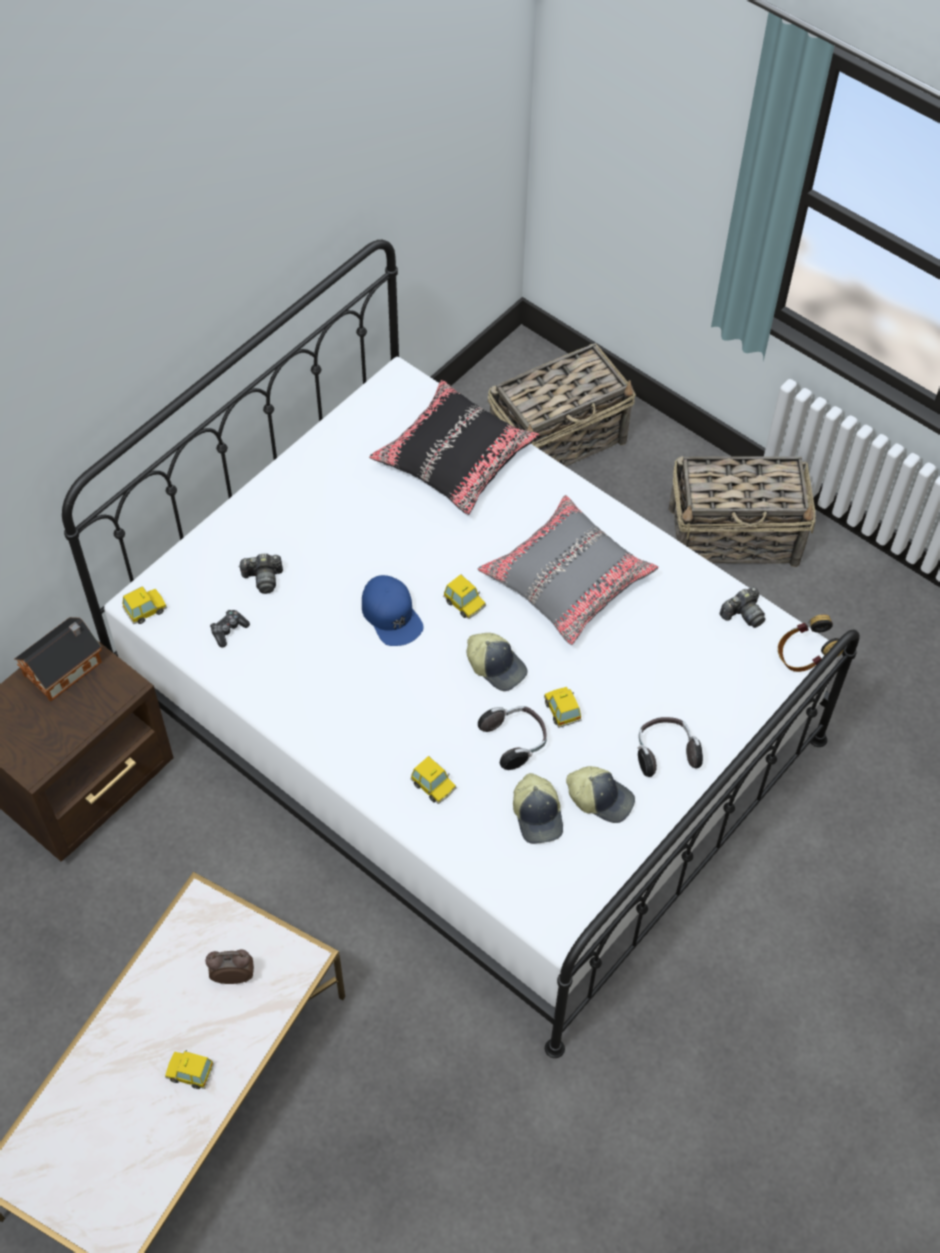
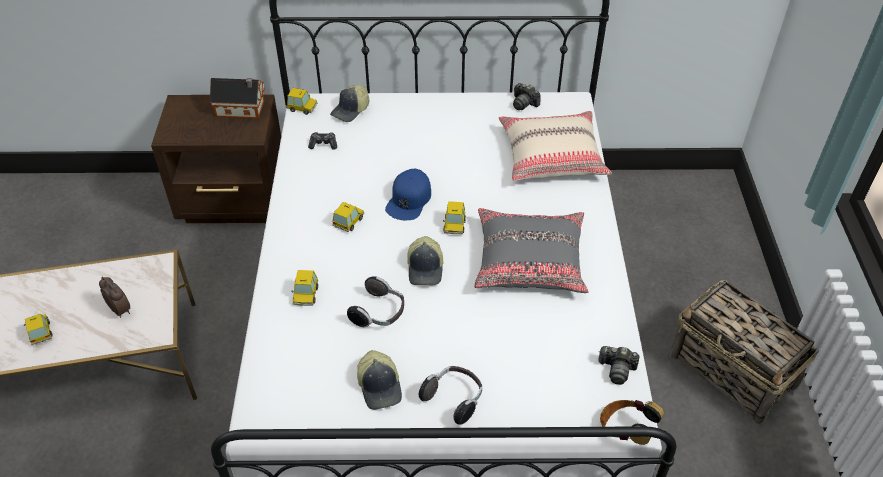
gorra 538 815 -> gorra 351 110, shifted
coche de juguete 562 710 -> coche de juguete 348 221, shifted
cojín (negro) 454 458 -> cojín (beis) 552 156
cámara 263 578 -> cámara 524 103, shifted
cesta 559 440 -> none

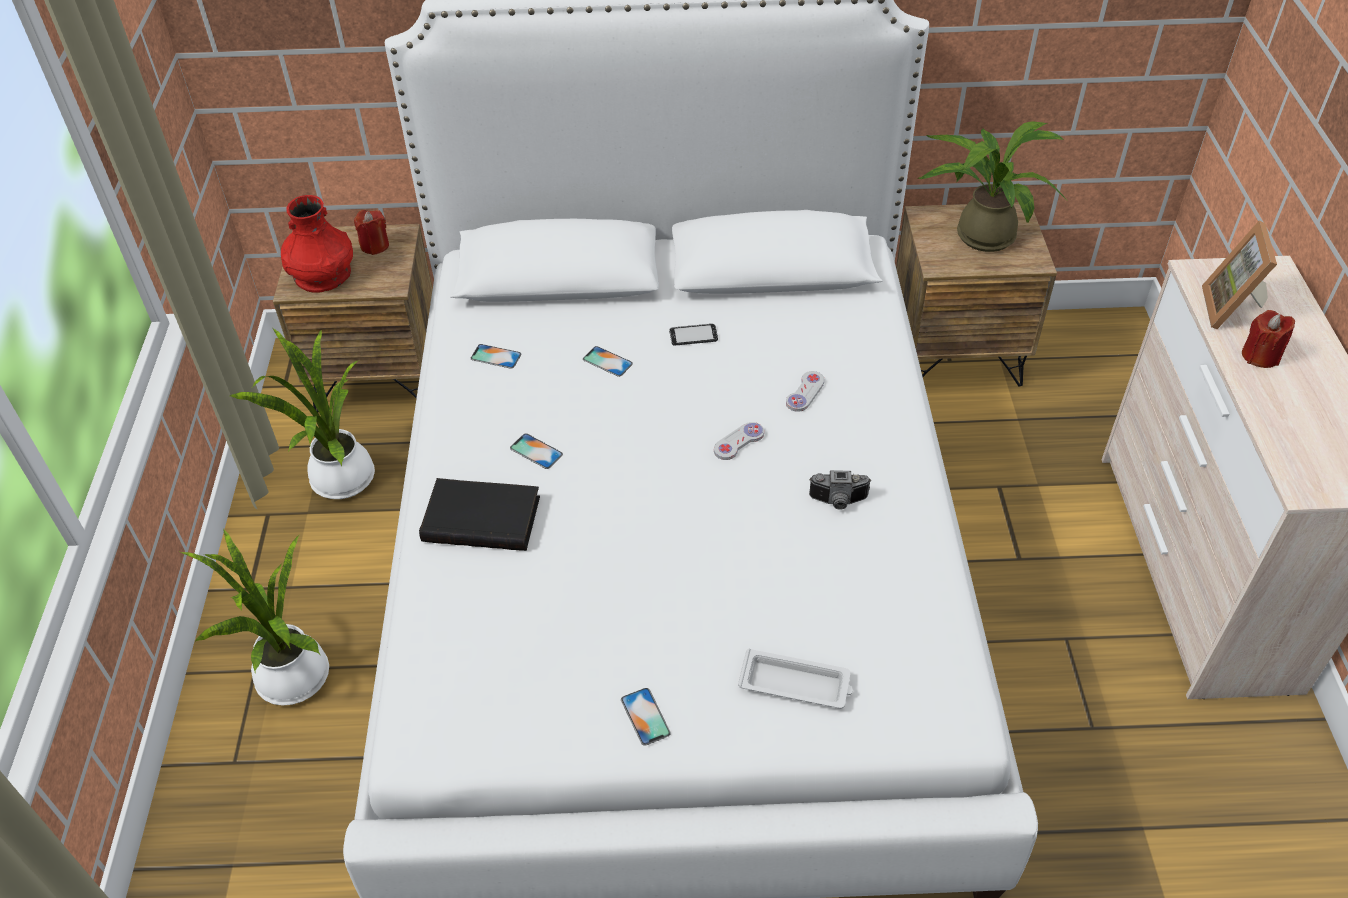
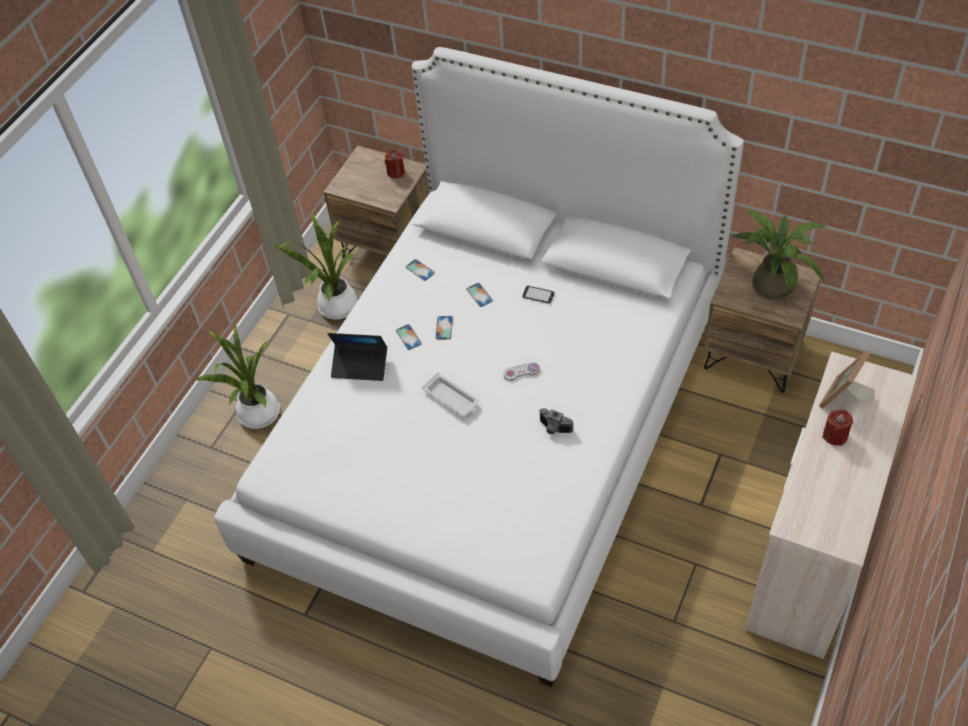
libro (negro) 483 517 -> portátil 360 366
bandeja (blanco) 796 684 -> bandeja (blanco) 452 398, shifted
móvil 645 716 -> móvil 444 328, shifted
florero (rojo) 322 274 -> none
mando de consola (blanco) 805 392 -> none

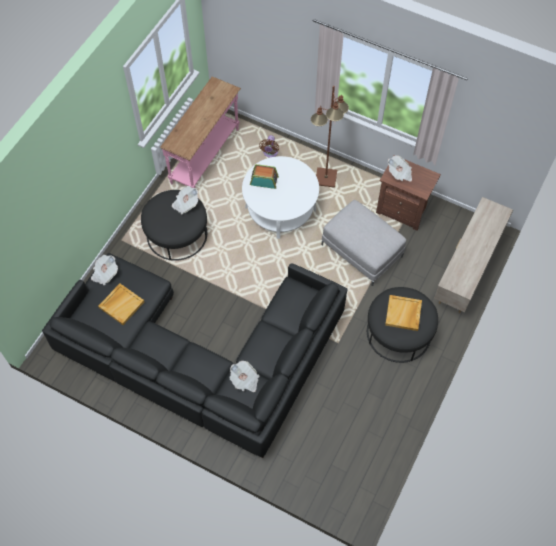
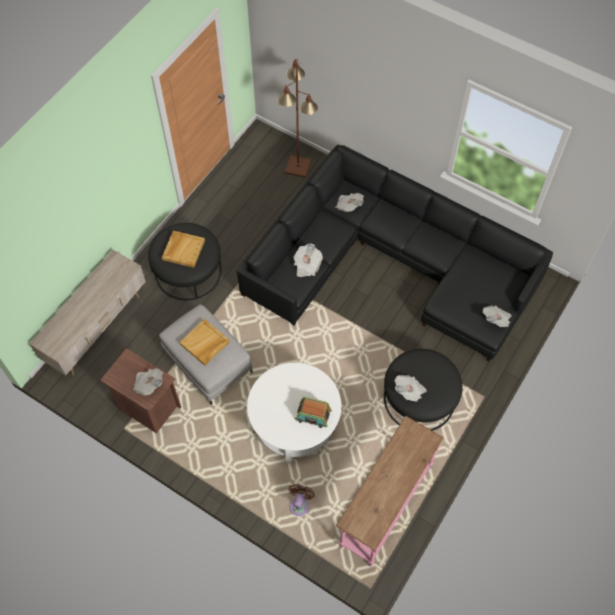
bandeja (beis) 121 304 -> bandeja (beis) 204 343, shifted
lámpara de pie (marrón) 325 178 -> lámpara de pie (marrón) 298 167, shifted
none -> periódico 306 265

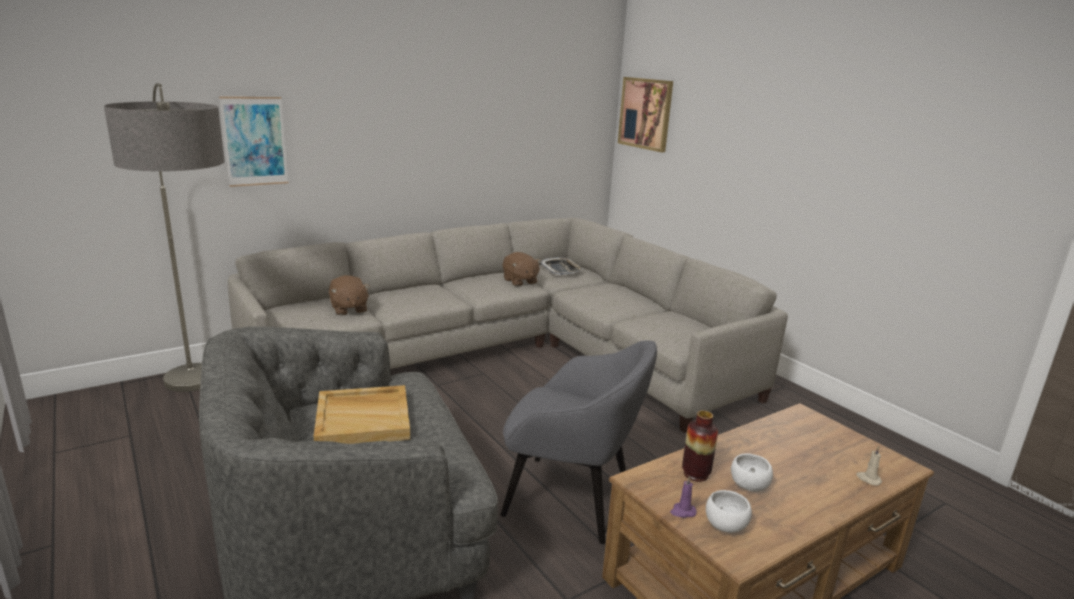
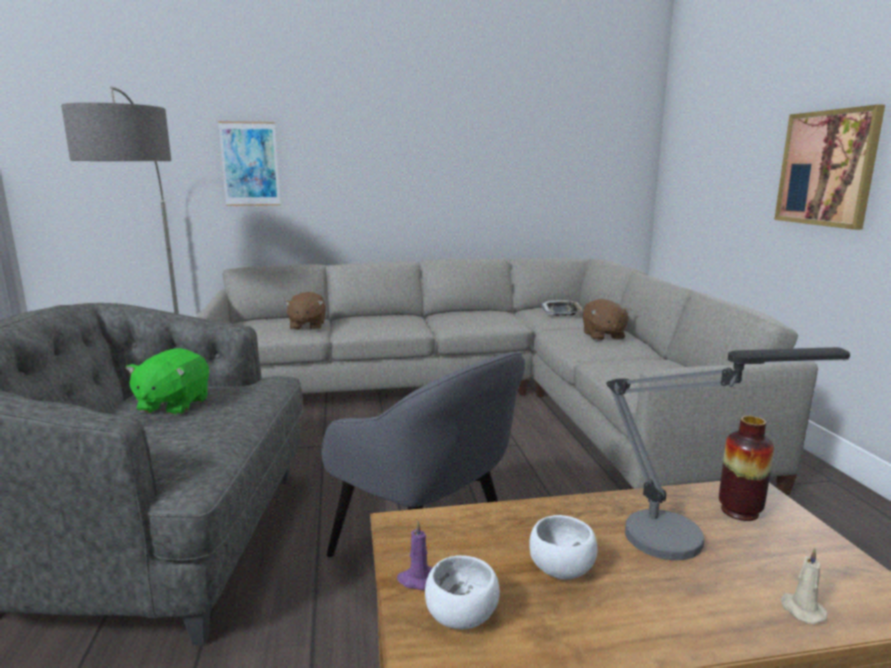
bandeja (beis) 364 419 -> peluche (verde) 173 405
peluche (marrón) 520 281 -> peluche (marrón) 603 336, shifted
none -> lámpara de mesa 687 538
florero 695 474 -> florero 739 511, shifted
cuadro 645 113 -> cuadro 827 168, shifted

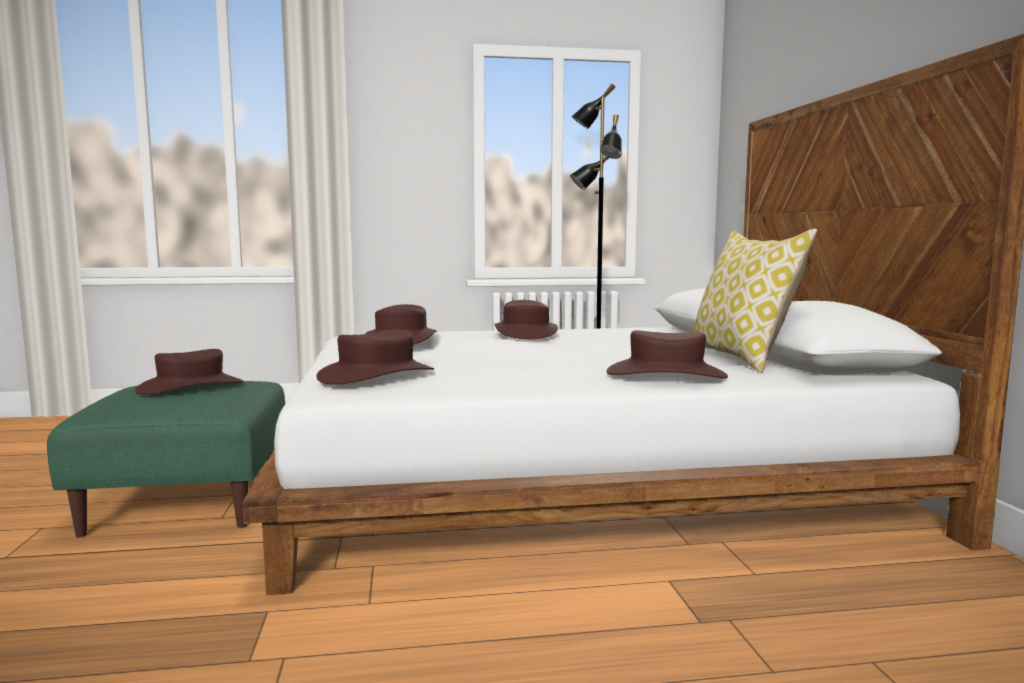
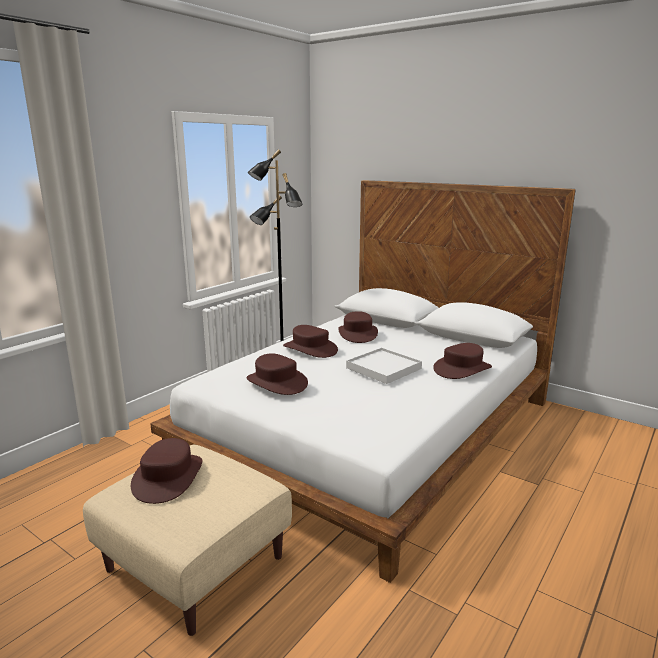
puf (verde) 189 500 -> puf (beis) 196 563
sombrero (marrón) 376 375 -> sombrero (marrón) 357 334, shifted
none -> bandeja (blanco) 383 368
cojín 742 359 -> none

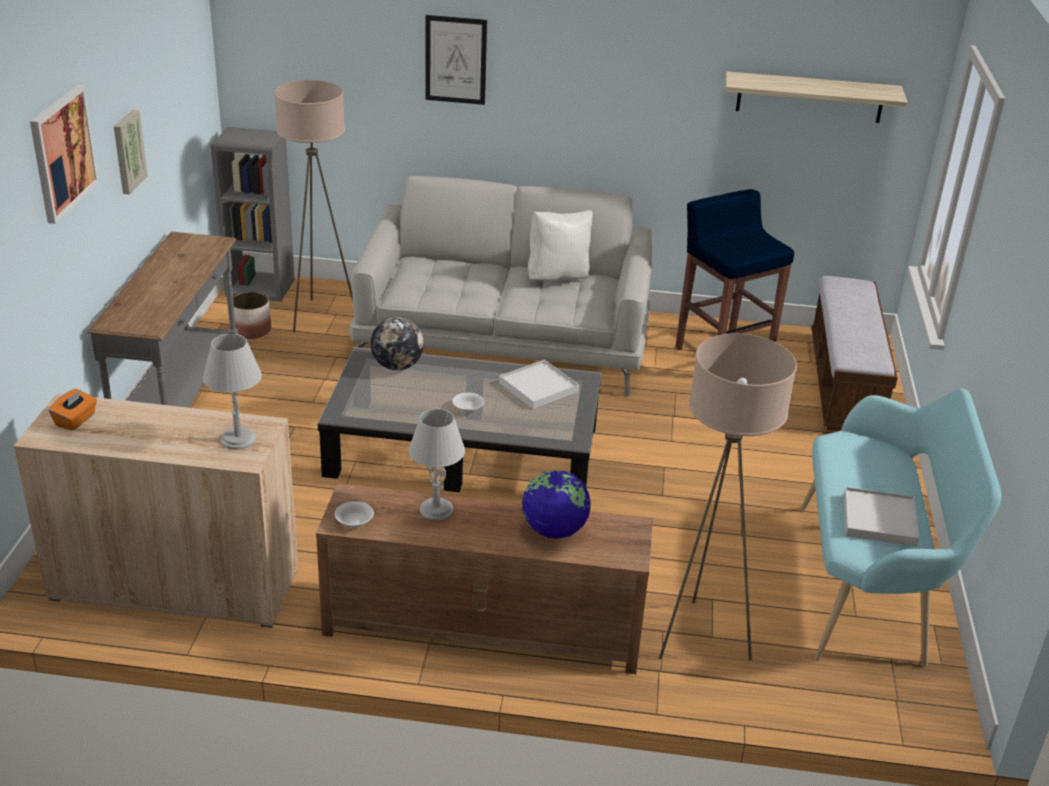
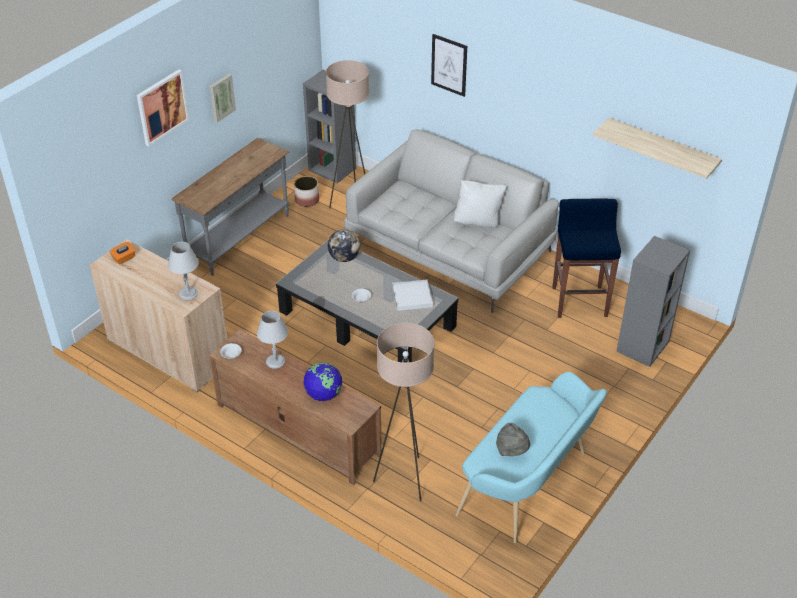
bandeja (blanco) 879 520 -> sombrero (gris) 512 451
banco 843 383 -> estantería (gris) 643 347

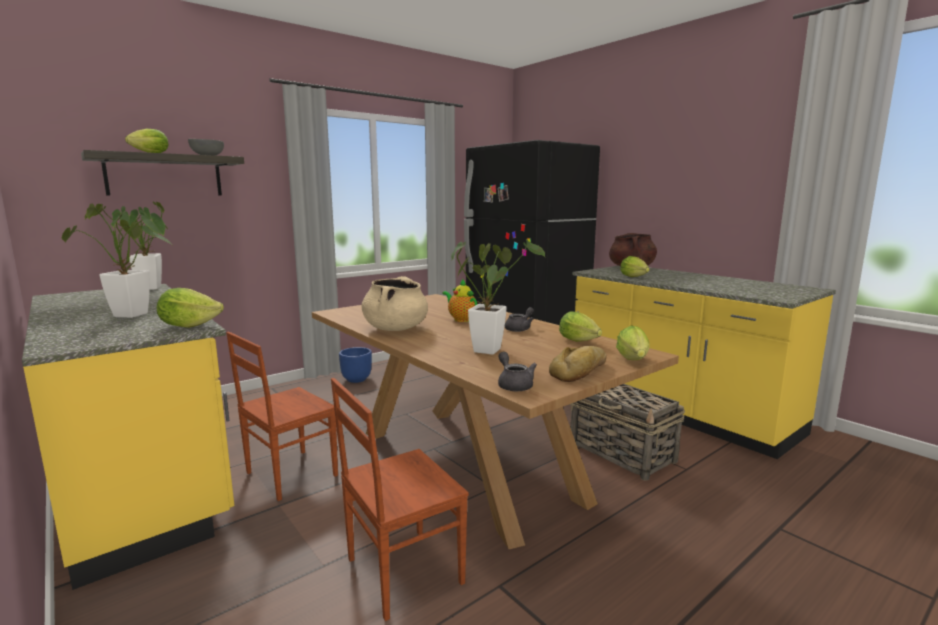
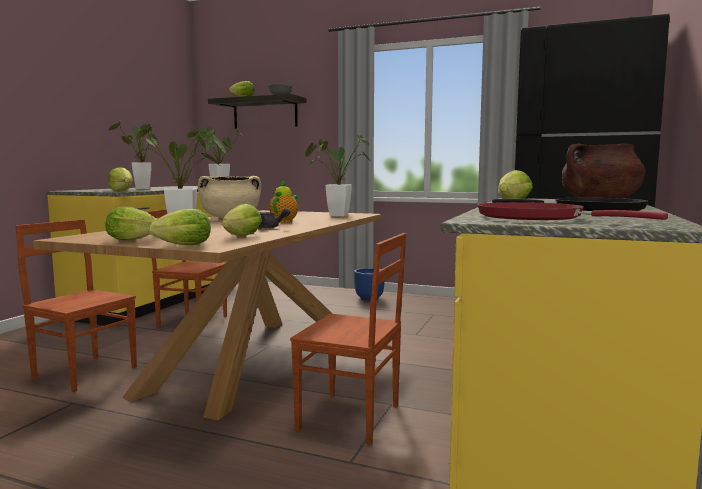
pan 581 371 -> lechuga 135 240
cesta 622 453 -> silla (marrón) 350 418
none -> planta en maceta 334 215
none -> sartén (rojo) 537 218
none -> sartén (negro) 591 210
tetera (gris) 514 385 -> none

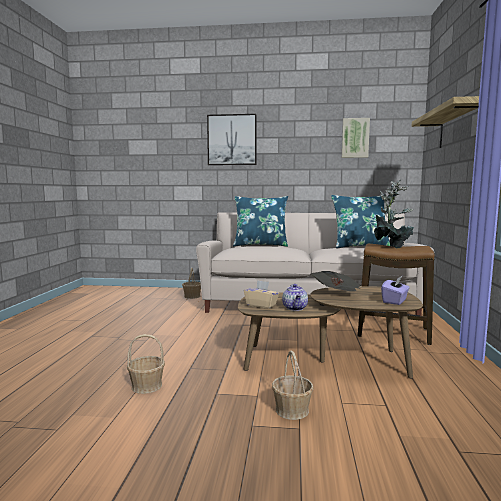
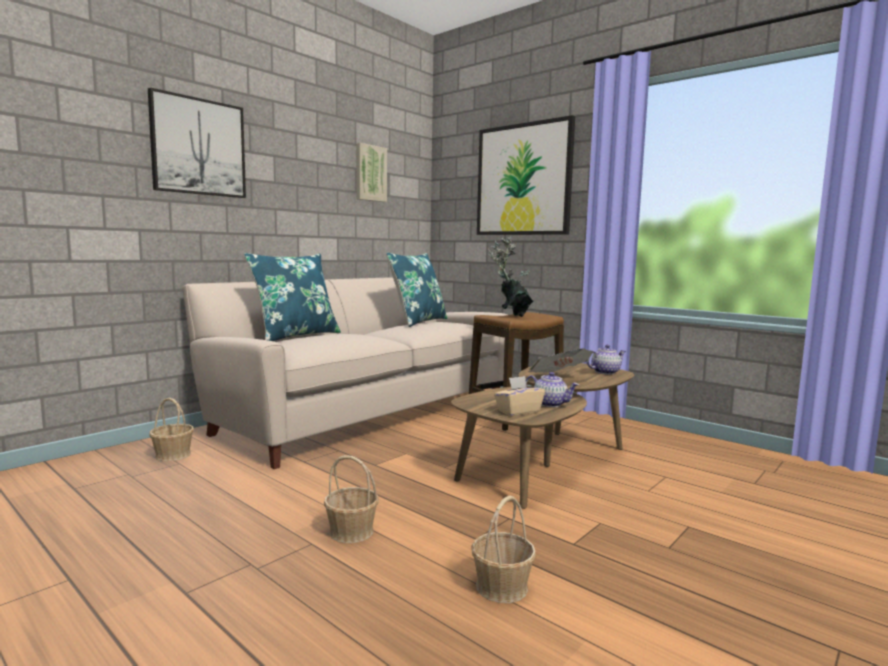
cesta 291 410 -> cesta 351 532, shifted
estante 459 126 -> cuadro 523 180
caja de pañuelos (morado) 395 301 -> tetera 605 372

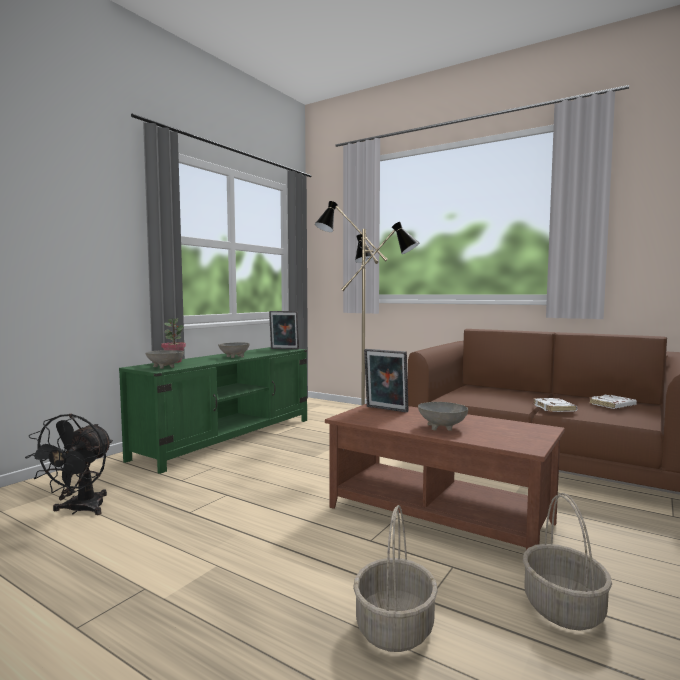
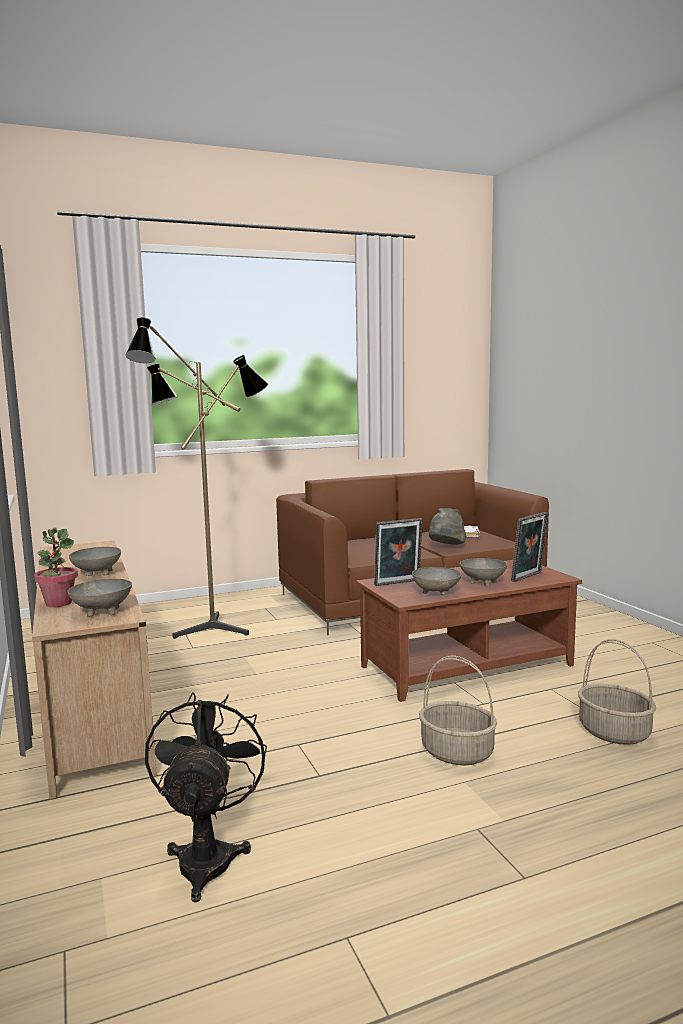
mueble de televisión (verde) 228 438 -> mueble de televisión (beis) 94 704
ventilador (negro) 79 510 -> ventilador (negro) 208 856, 135 degrees counterclockwise
none -> cuenco (gris) 435 593
cesta 564 609 -> cesta 458 752, shifted
libro (blanco) 555 408 -> sombrero (gris) 446 547
portarretratos 284 349 -> portarretratos 529 577, shifted

